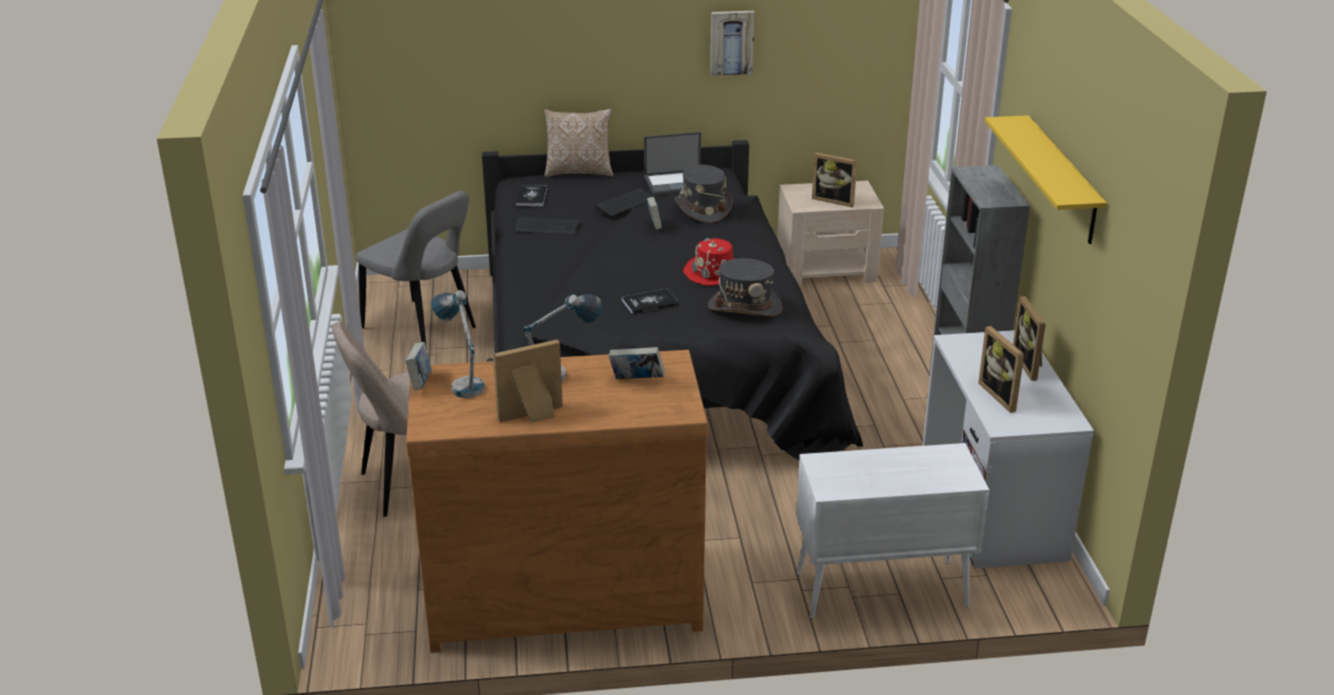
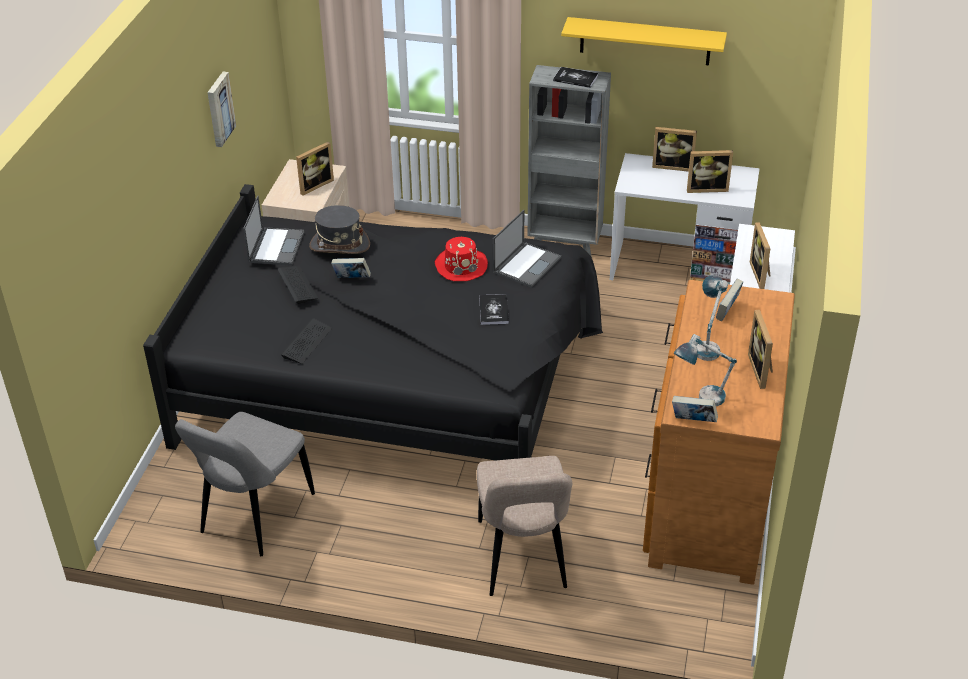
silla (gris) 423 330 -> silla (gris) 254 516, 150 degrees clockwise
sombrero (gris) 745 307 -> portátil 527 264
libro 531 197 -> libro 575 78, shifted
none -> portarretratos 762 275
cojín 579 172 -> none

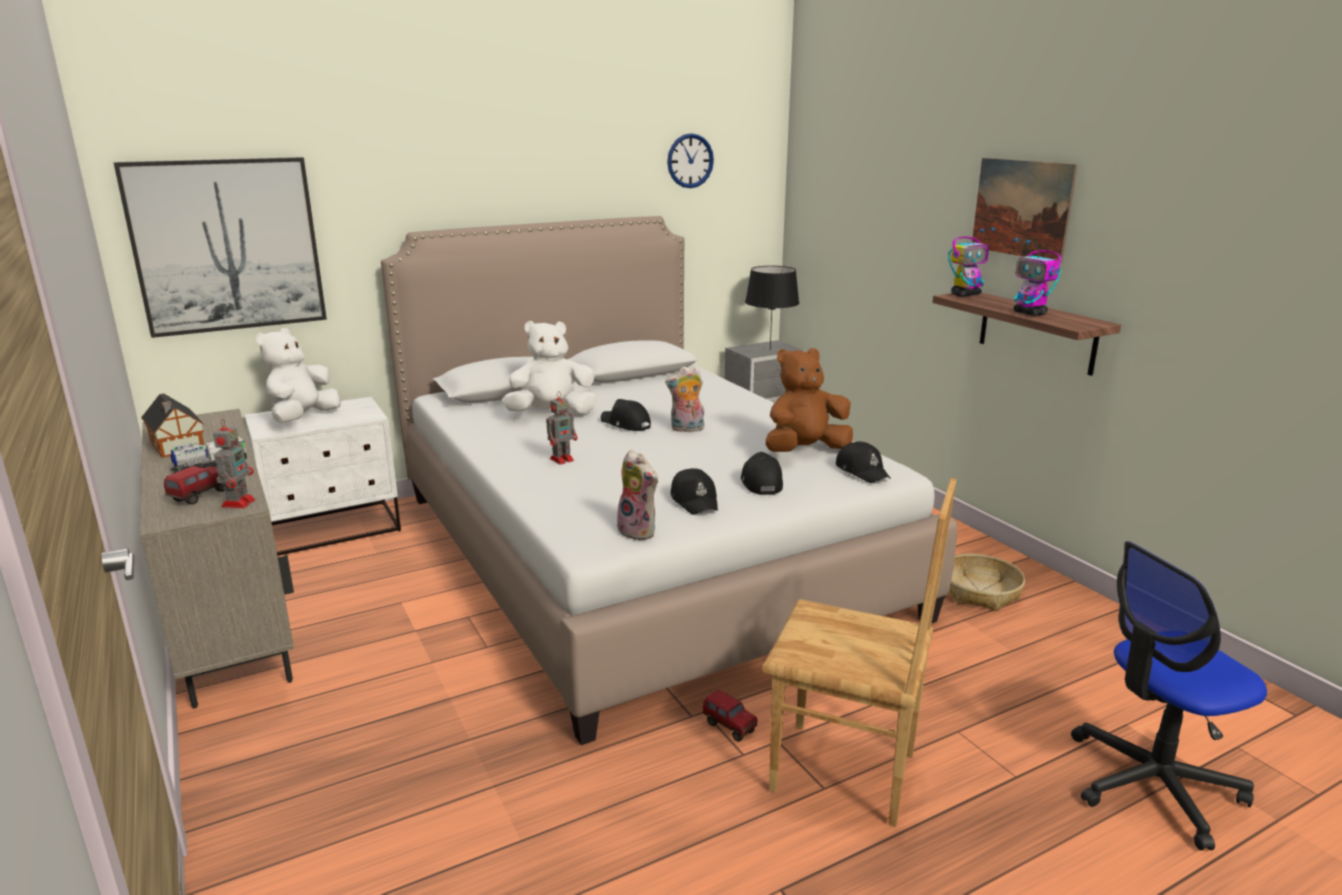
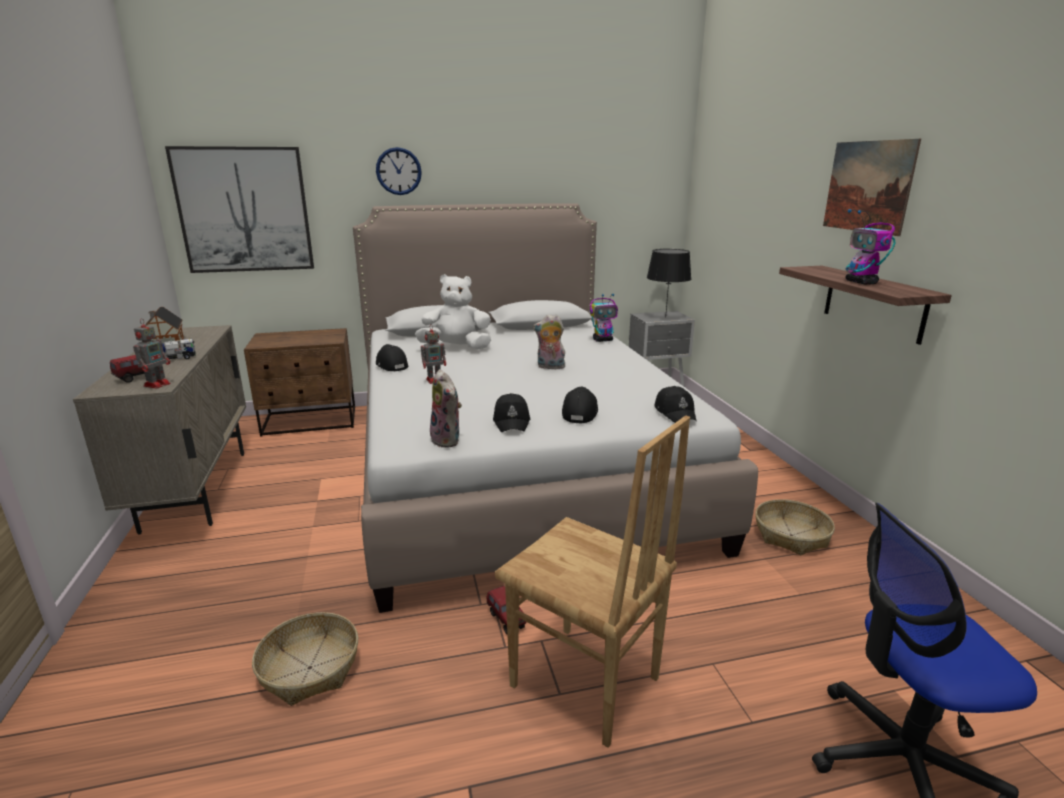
mesita de noche (blanco) 334 529 -> mesita de noche (marrón) 310 421
none -> cesta 309 668
reloj de pared 690 161 -> reloj de pared 398 171, shifted
gorra (negro) 625 424 -> gorra (negro) 390 365, shifted
robot de juguete 966 294 -> robot de juguete 603 340, shifted
peluche (blanco) 303 419 -> none
peluche (marrón) 805 451 -> none

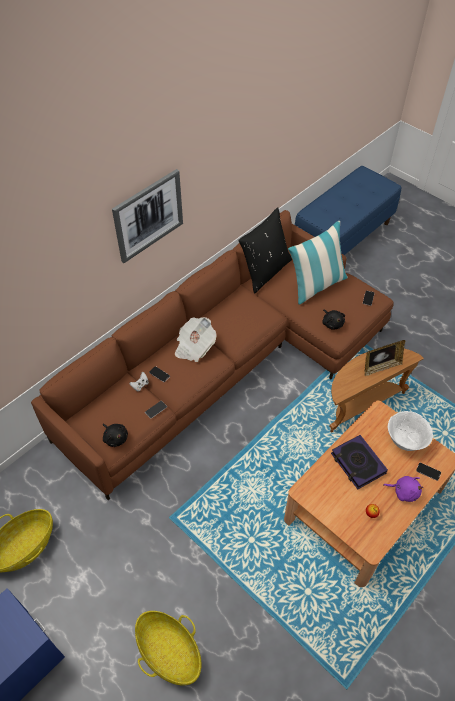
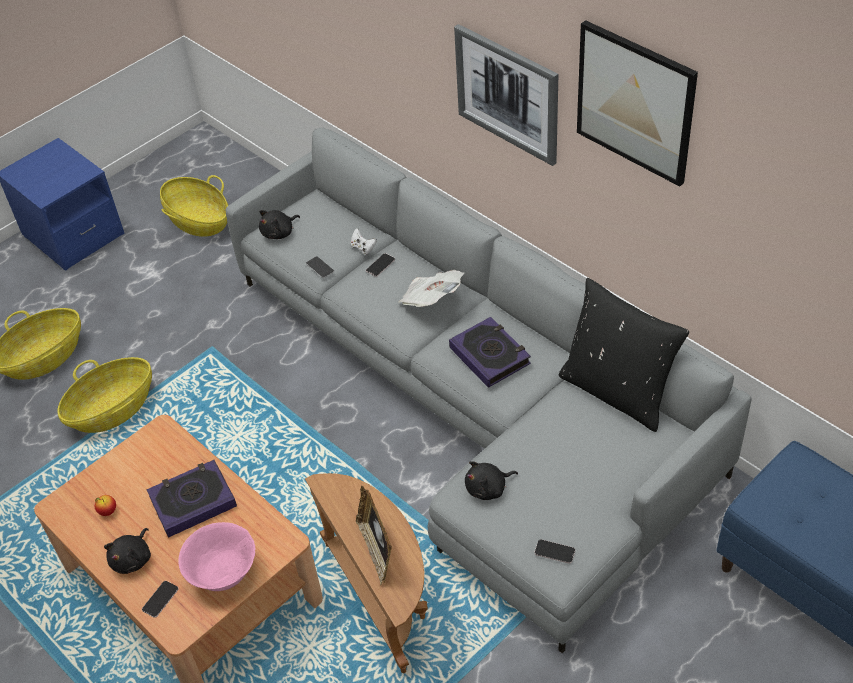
none -> cesta 113 410
peluche (morado) 404 491 -> peluche (negro) 133 559
cuenco (blanco) 405 440 -> cuenco (rosa) 223 573
sofá (marrón) 227 362 -> sofá (gris) 475 402
none -> libro 490 356
none -> cuadro 635 102
cojín 316 286 -> none

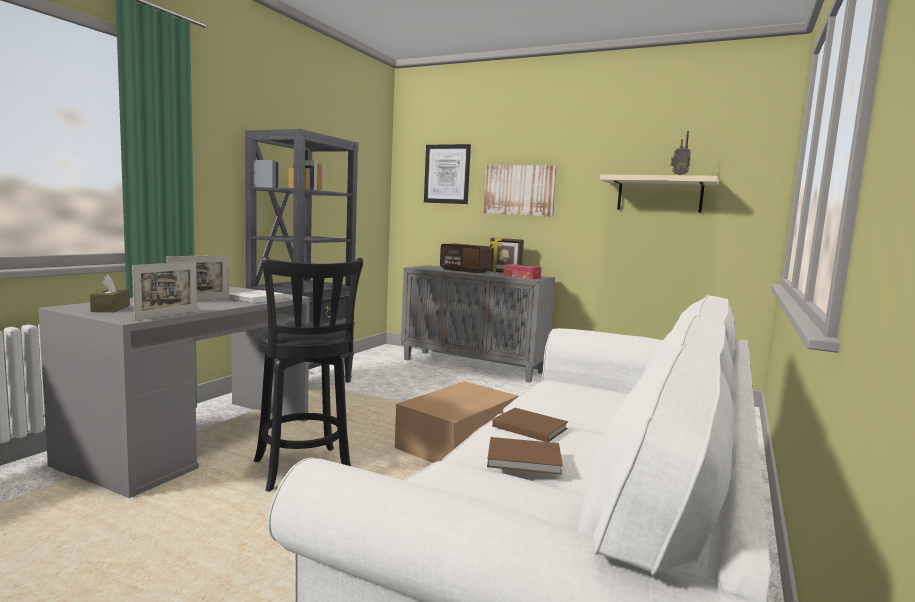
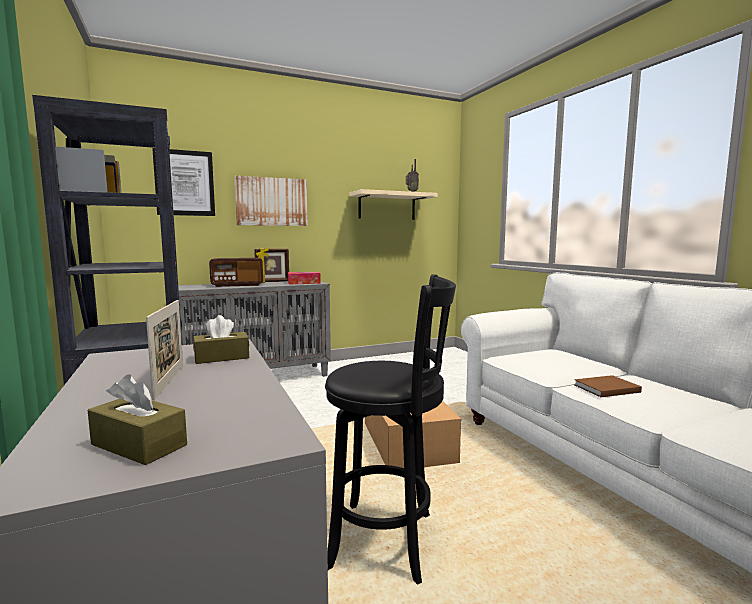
libro (blanco) 255 299 -> caja de pañuelos (marrón) 221 357
portarretratos 167 315 -> none
libro (marrón) 526 459 -> none

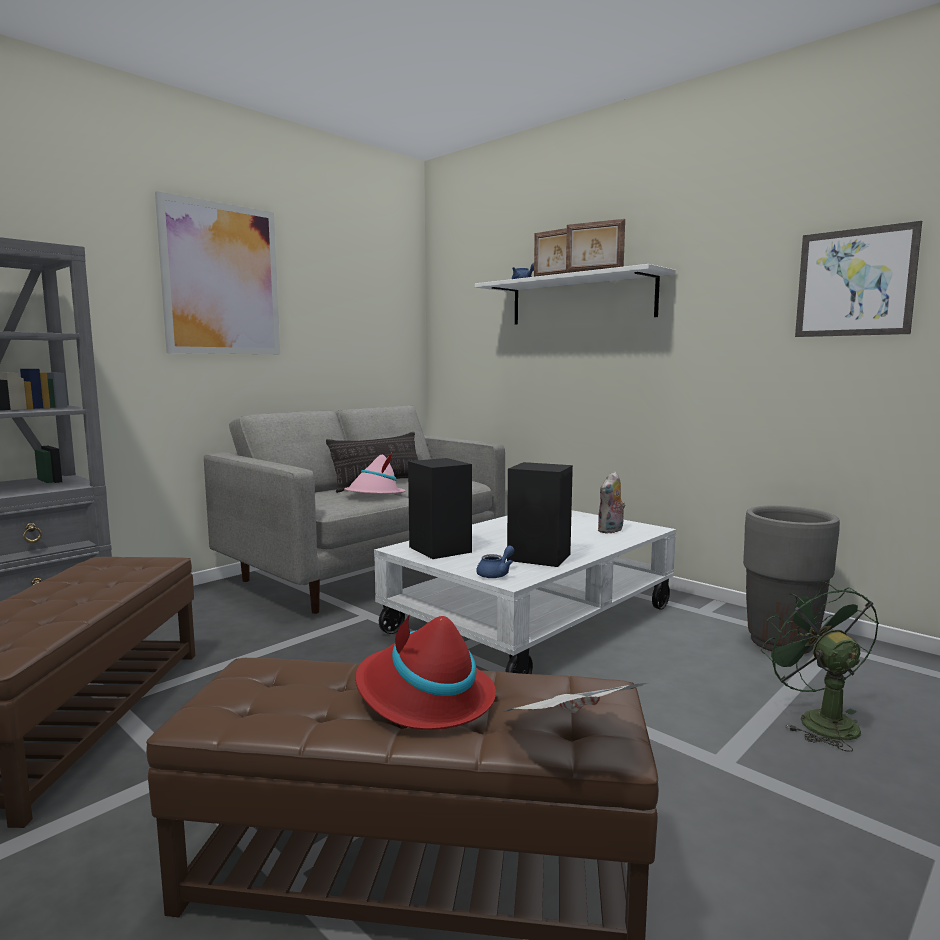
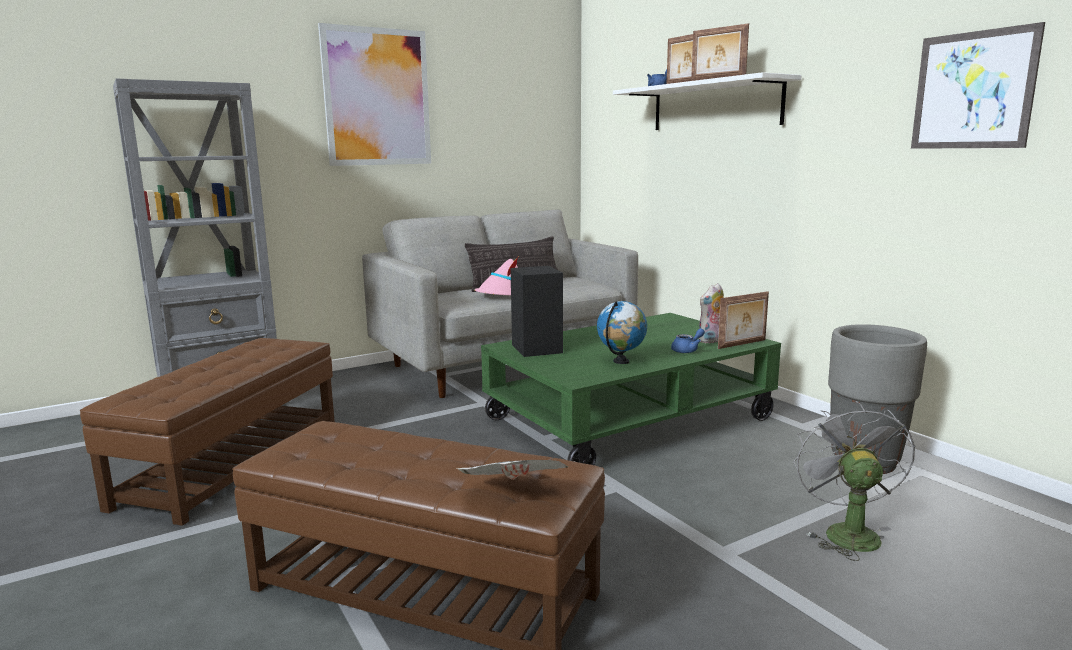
mesa de centro (blanco) 531 619 -> mesa de centro (verde) 628 418
altavoz (negro) 540 557 -> globo terráqueo 621 361
tetera (azul) 496 574 -> tetera (azul) 687 350, shifted
none -> portarretratos 742 344
ventilador (verde) 818 720 -> ventilador (gris) 845 532
sombrero (rojo) 423 697 -> none

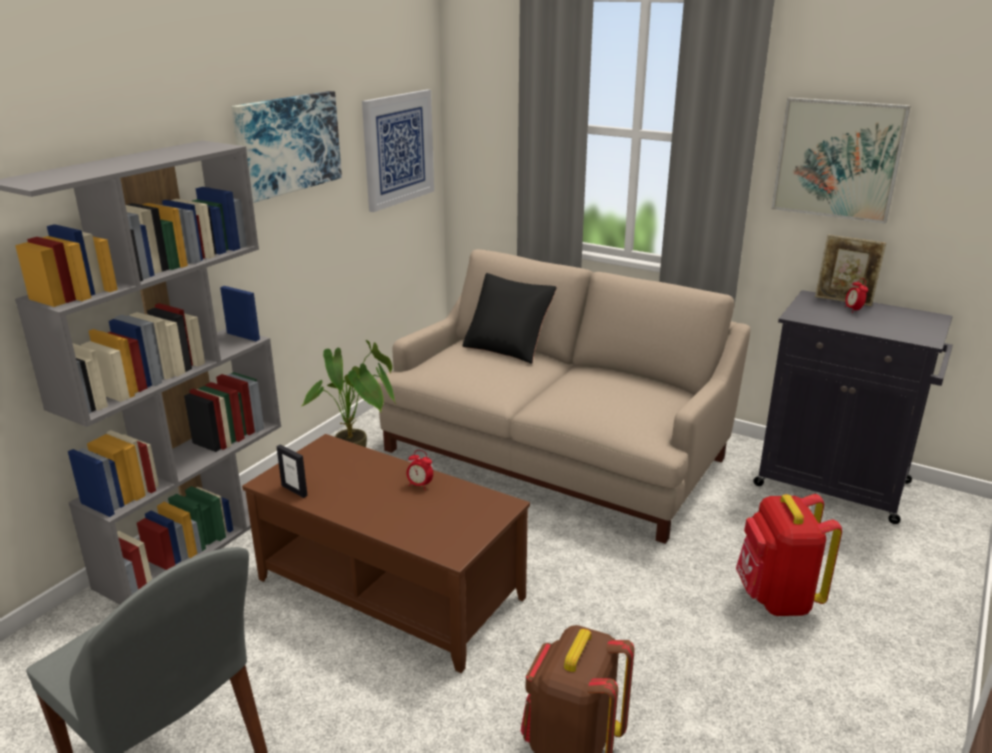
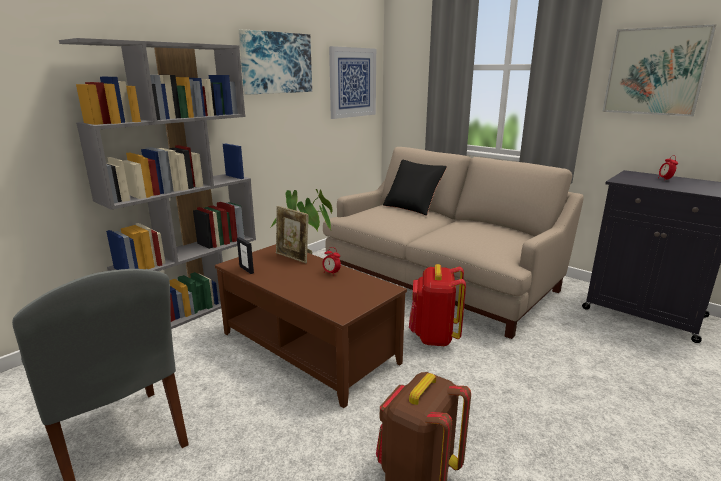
portarretratos 844 301 -> portarretratos 292 257, shifted
mochila (rojo) 776 598 -> mochila (rojo) 434 337, shifted

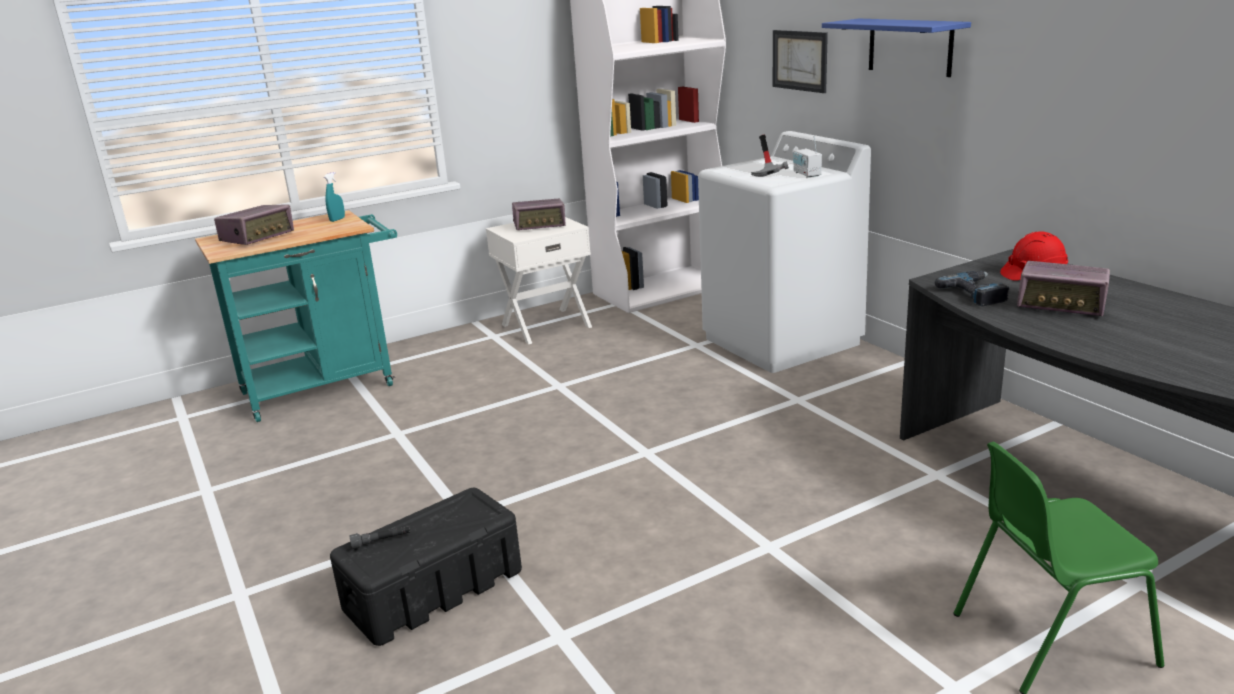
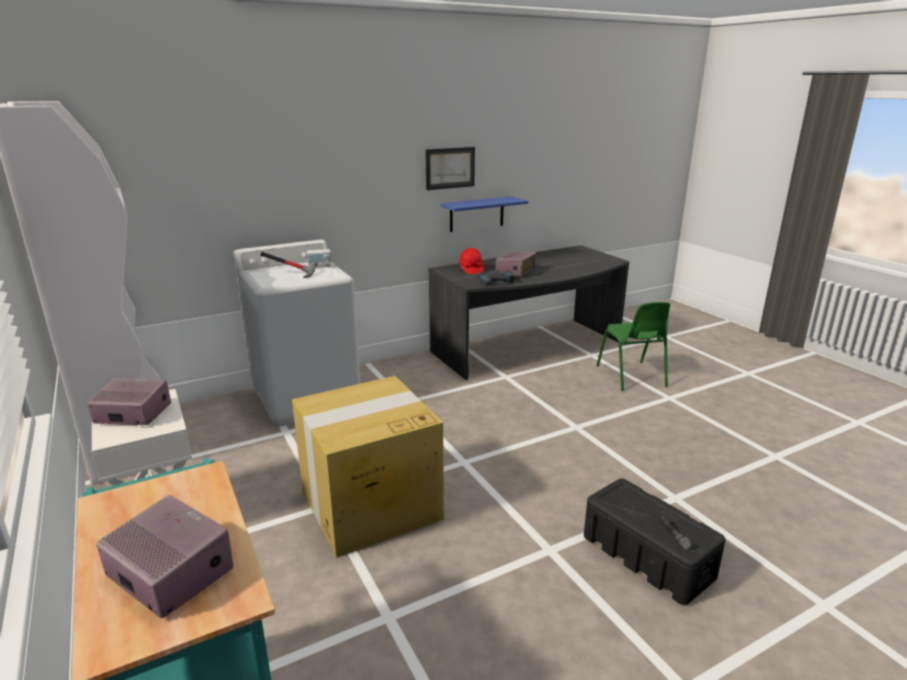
radio 540 225 -> radio 133 414, 75 degrees counterclockwise
none -> caja de cartón 369 505
cuadro 799 60 -> cuadro 450 168, shifted
estante (azul) 910 46 -> estante (azul) 476 214, shifted
pulverizador (turquesa) 337 219 -> none

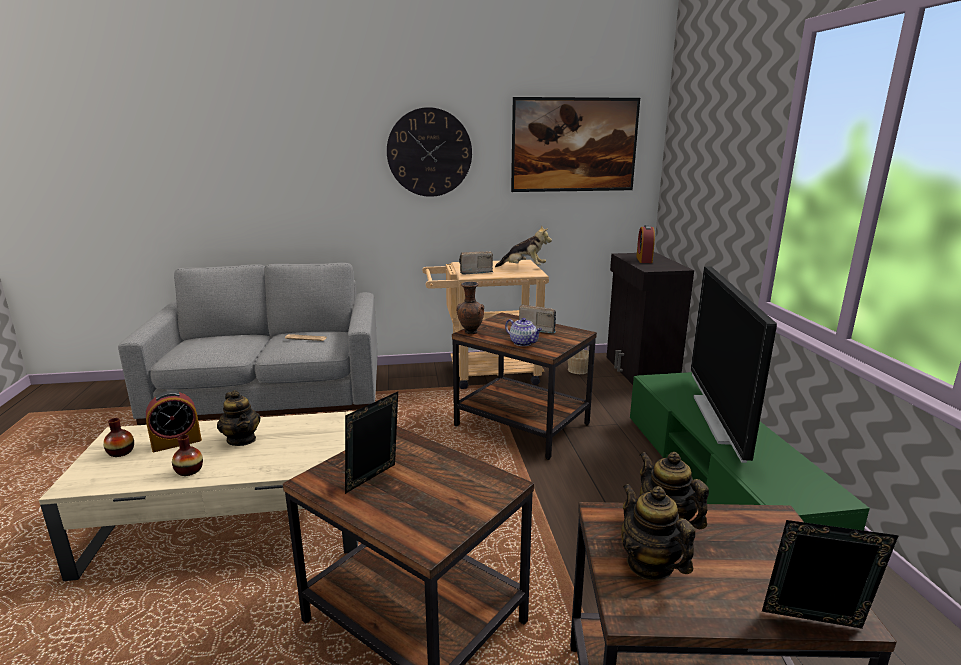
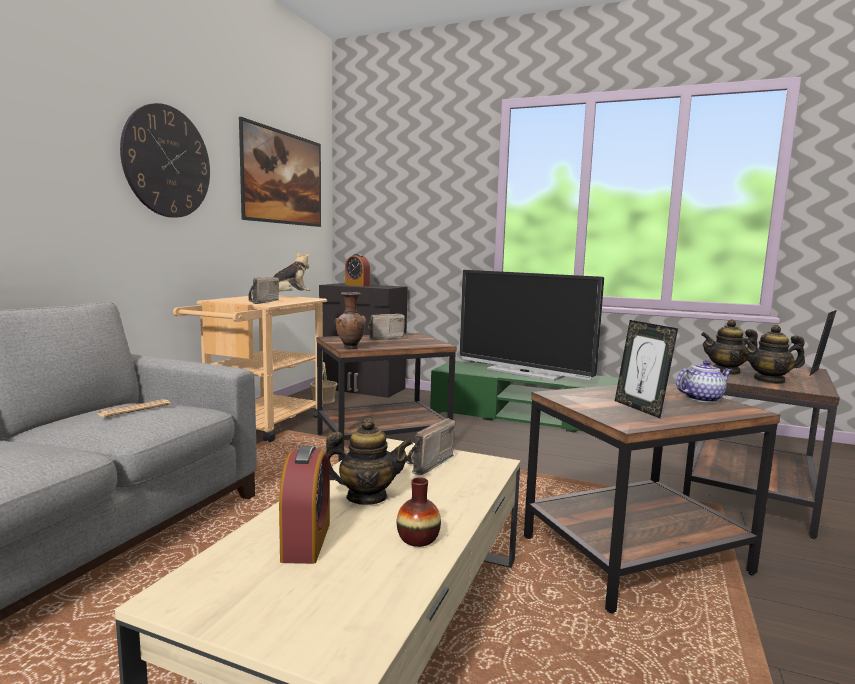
none -> radio 424 464
tetera 523 343 -> tetera 702 399, shifted
florero 121 452 -> none

